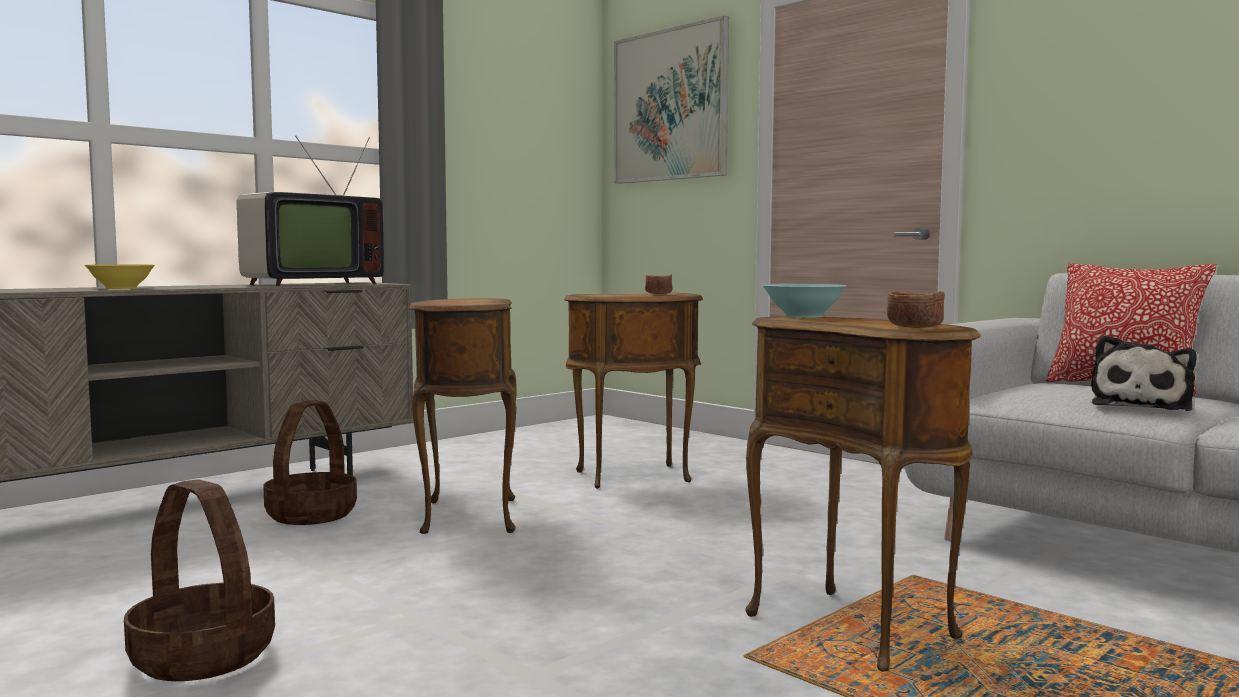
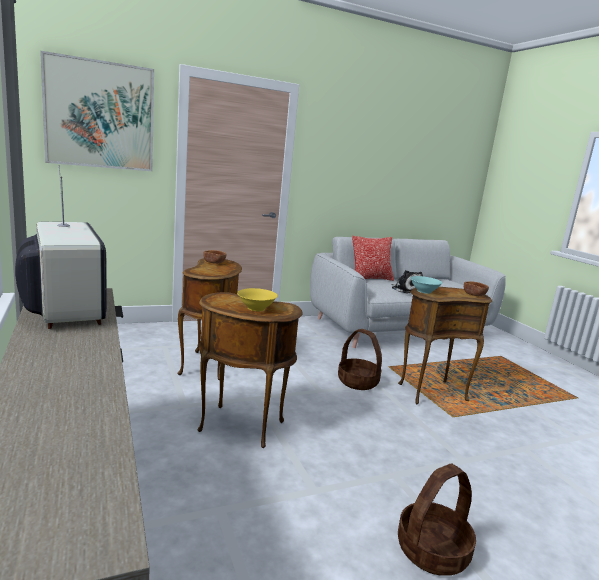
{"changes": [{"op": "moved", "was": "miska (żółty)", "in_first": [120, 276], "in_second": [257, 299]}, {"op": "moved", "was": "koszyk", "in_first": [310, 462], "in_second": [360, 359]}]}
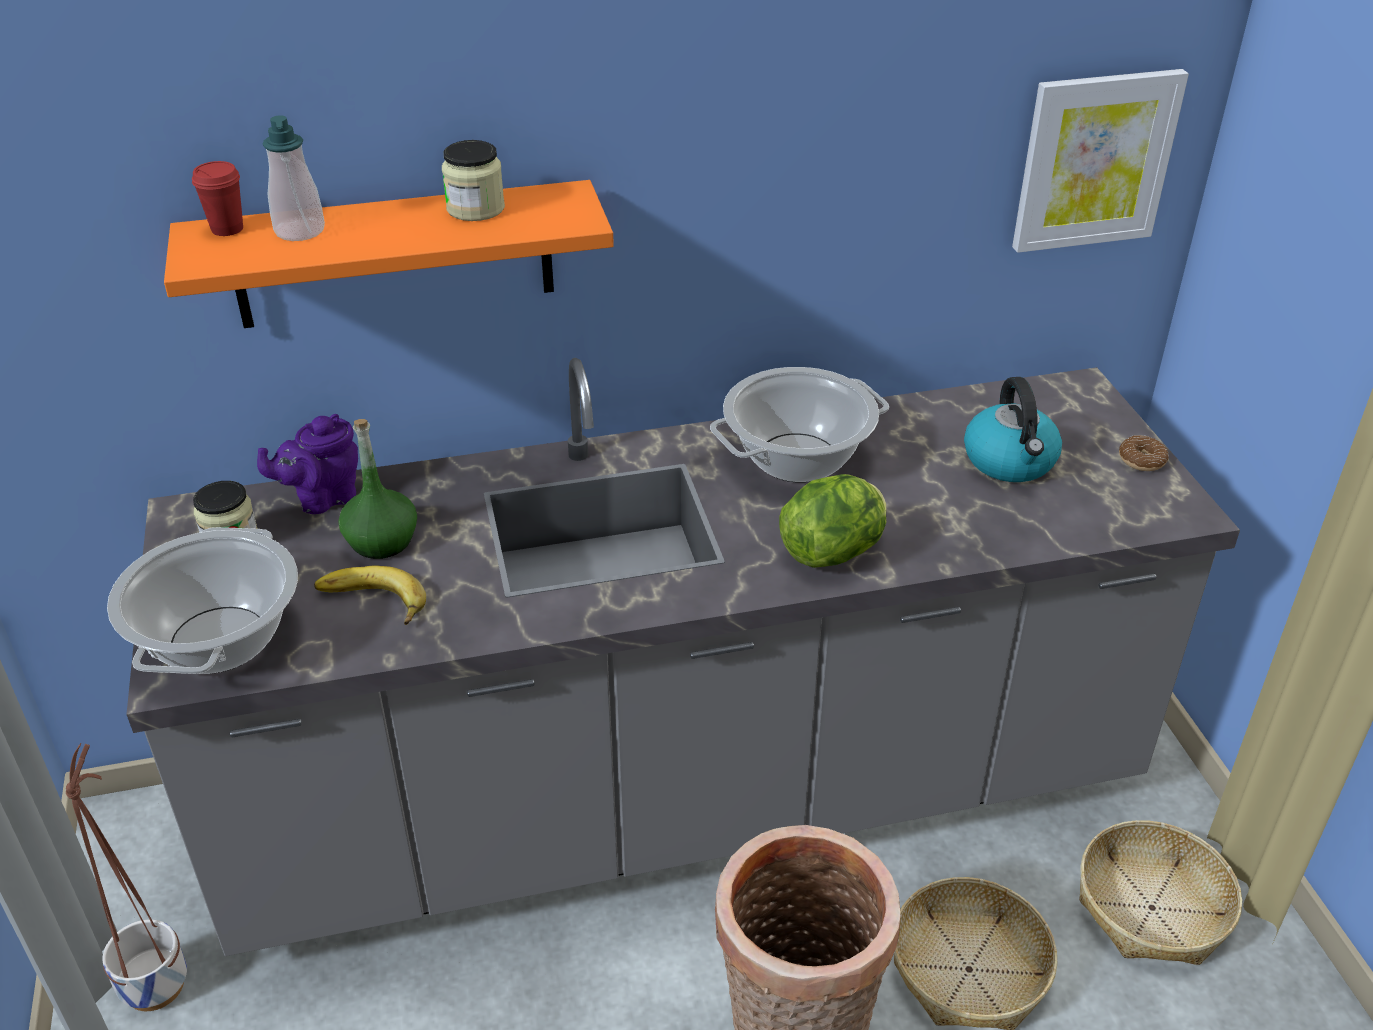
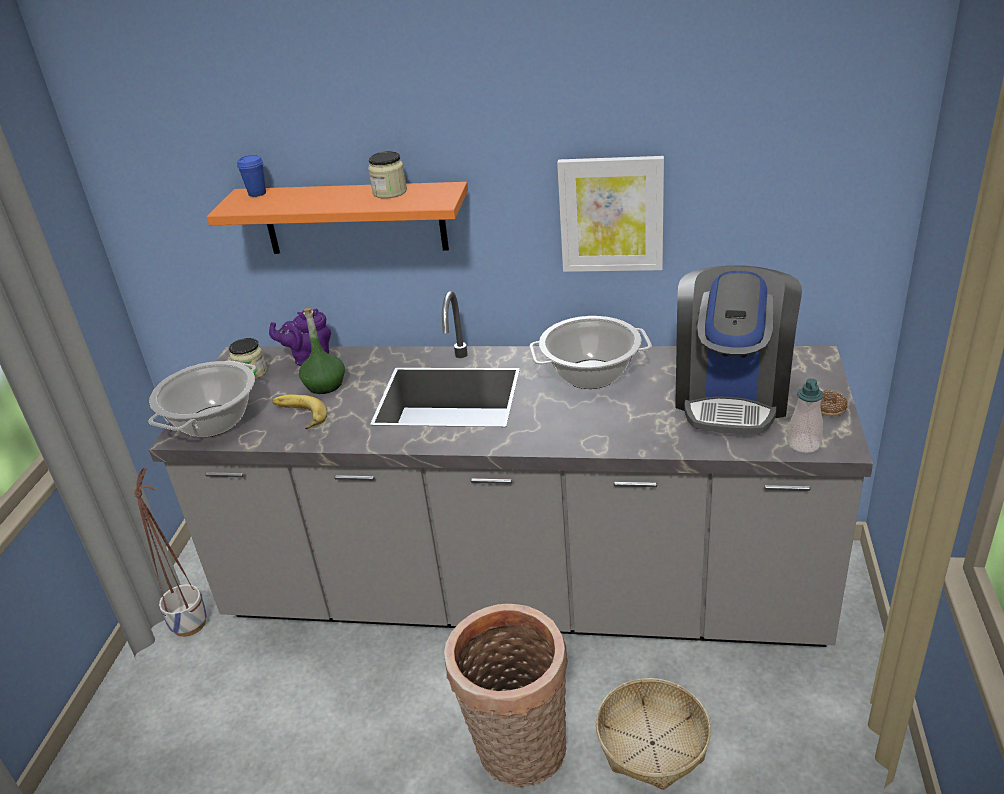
{"changes": [{"op": "recoloured", "was": "filiżanka (czerwony)", "now": "filiżanka (niebieski)", "in_first": [217, 198], "in_second": [251, 176]}, {"op": "moved", "was": "dozownik mydła", "in_first": [294, 178], "in_second": [805, 415]}, {"op": "removed", "was": "sałata", "in_first": [833, 521]}, {"op": "replaced", "was": "czajnik", "now": "ekspres do kawy", "in_first": [1013, 429], "in_second": [738, 349]}, {"op": "moved", "was": "obraz", "in_first": [1100, 161], "in_second": [610, 214]}, {"op": "removed", "was": "koszyk", "in_first": [1160, 892]}]}
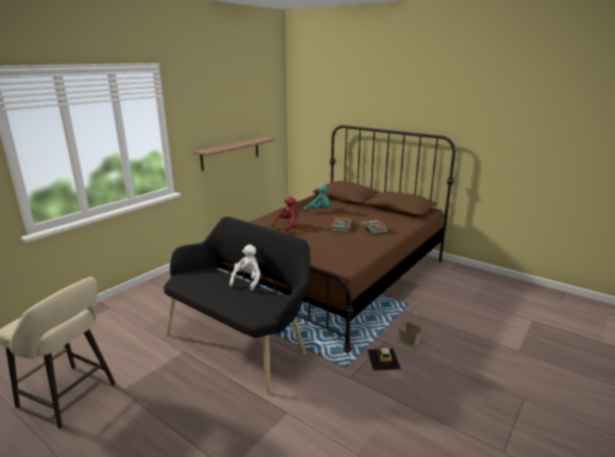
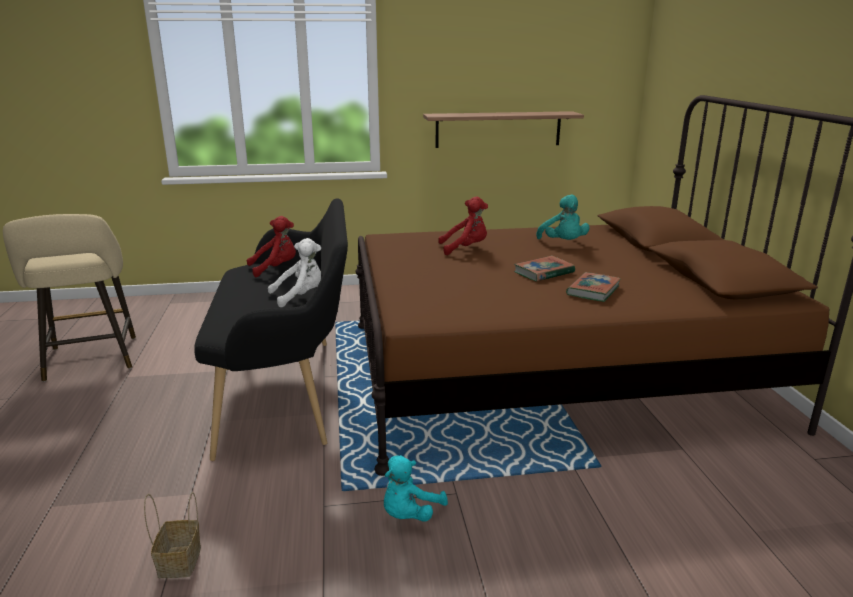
{"changes": [{"op": "replaced", "was": "samochodzik", "now": "pluszak (turkusowy)", "in_first": [384, 359], "in_second": [416, 488]}, {"op": "moved", "was": "koszyk", "in_first": [411, 326], "in_second": [172, 535]}, {"op": "added", "now": "pluszak (czerwony)", "in_second": [271, 246]}]}
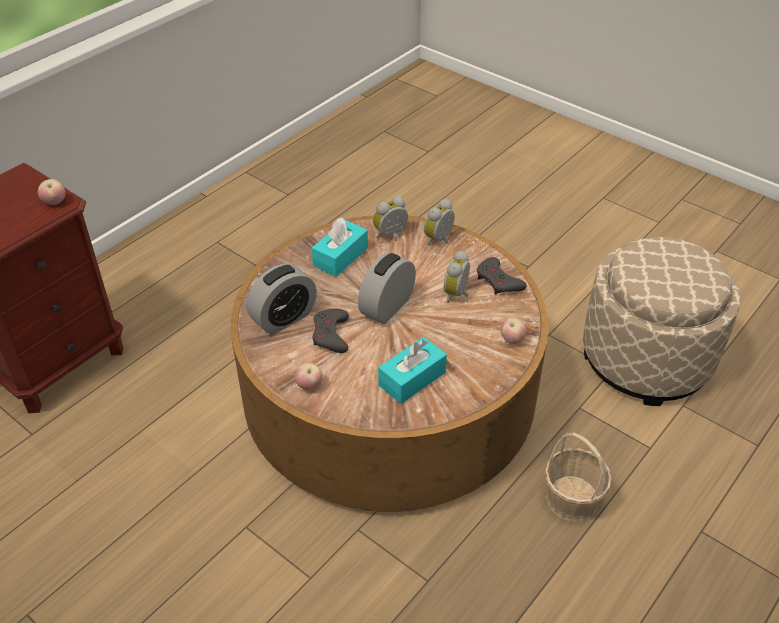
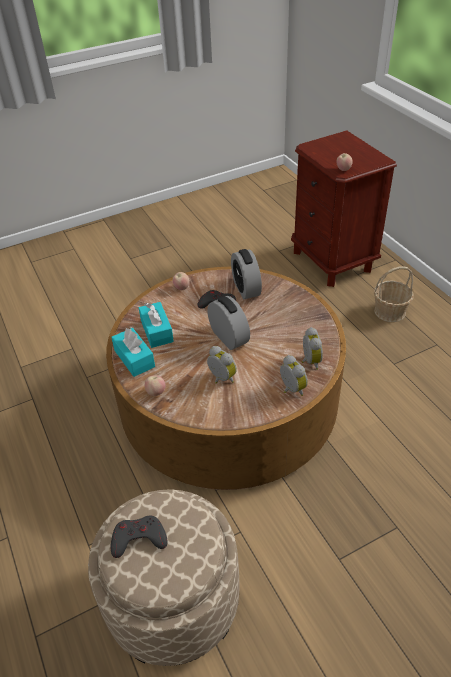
{"changes": [{"op": "moved", "was": "pudełko chusteczek (turkusowy)", "in_first": [340, 247], "in_second": [133, 352]}, {"op": "moved", "was": "pad do gier (szary)", "in_first": [502, 276], "in_second": [139, 536]}, {"op": "moved", "was": "koszyk", "in_first": [578, 477], "in_second": [394, 294]}]}
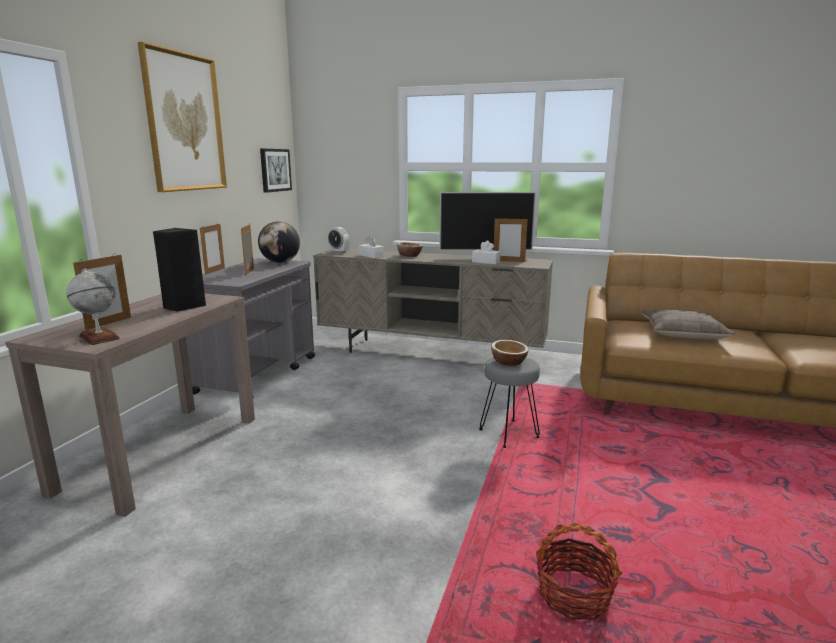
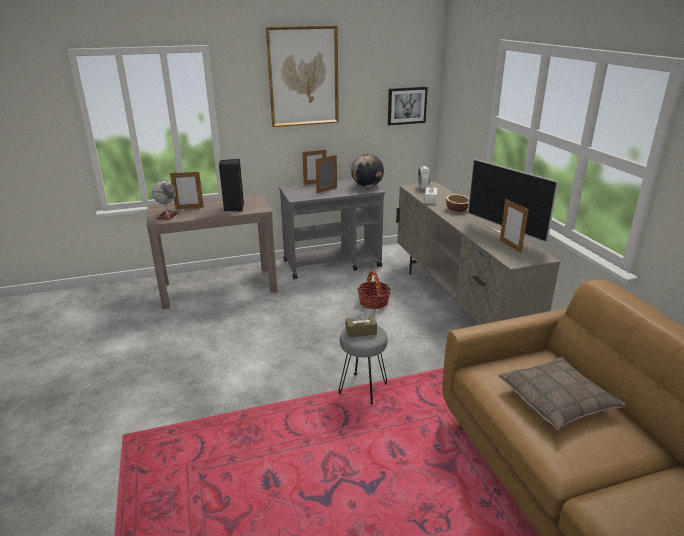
{"changes": [{"op": "removed", "was": "pudełko chusteczek (biały)", "in_first": [486, 252]}, {"op": "replaced", "was": "miska", "now": "pudełko chusteczek (brązowy)", "in_first": [510, 353], "in_second": [361, 324]}, {"op": "moved", "was": "koszyk", "in_first": [579, 571], "in_second": [374, 289]}]}
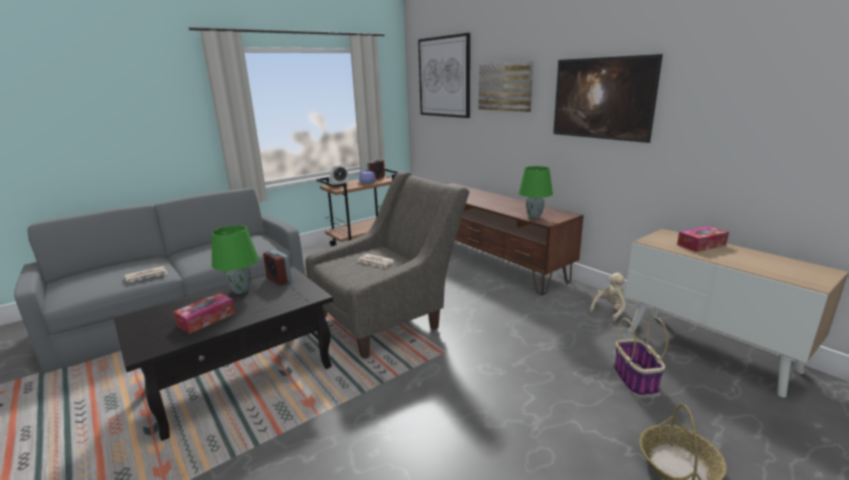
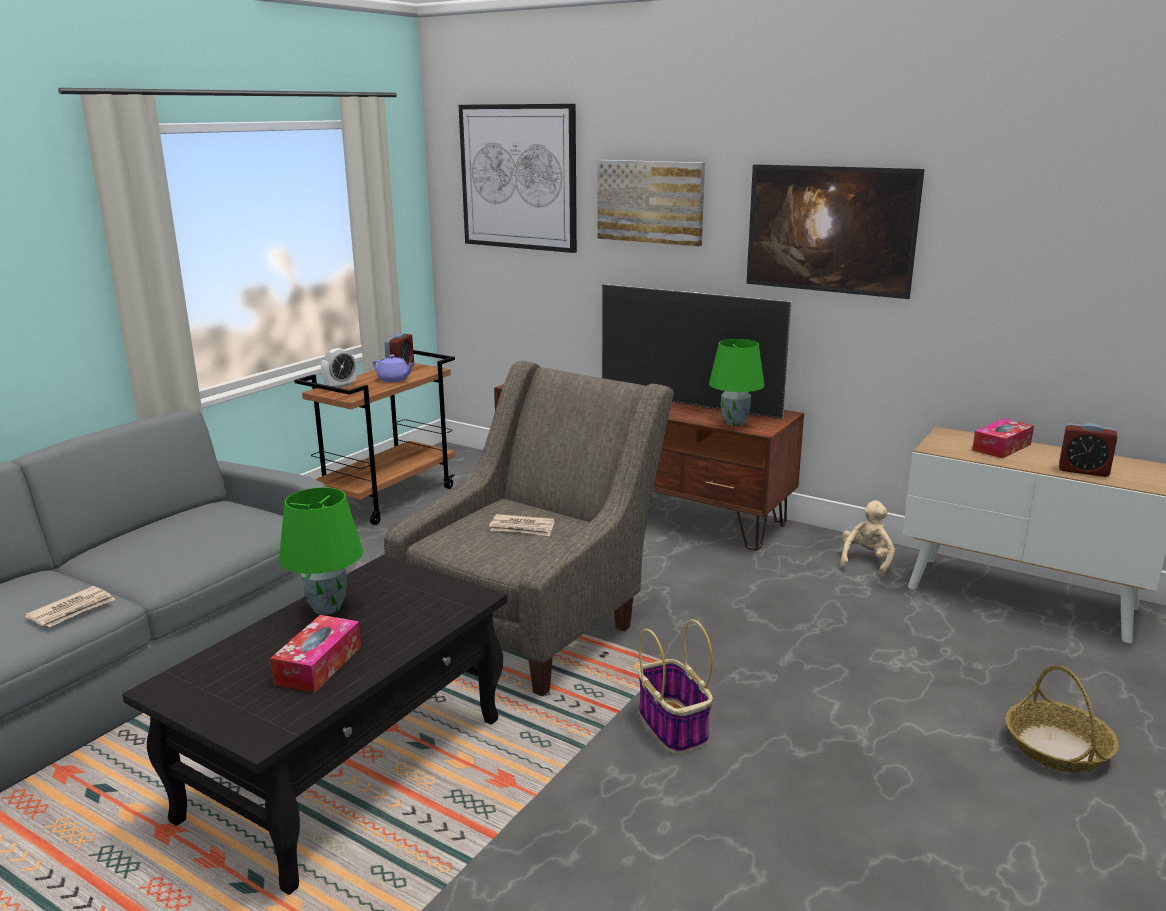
{"changes": [{"op": "moved", "was": "budzik", "in_first": [277, 267], "in_second": [1088, 450]}, {"op": "moved", "was": "koszyk", "in_first": [641, 357], "in_second": [675, 686]}, {"op": "added", "now": "telewizor", "in_second": [697, 351]}]}
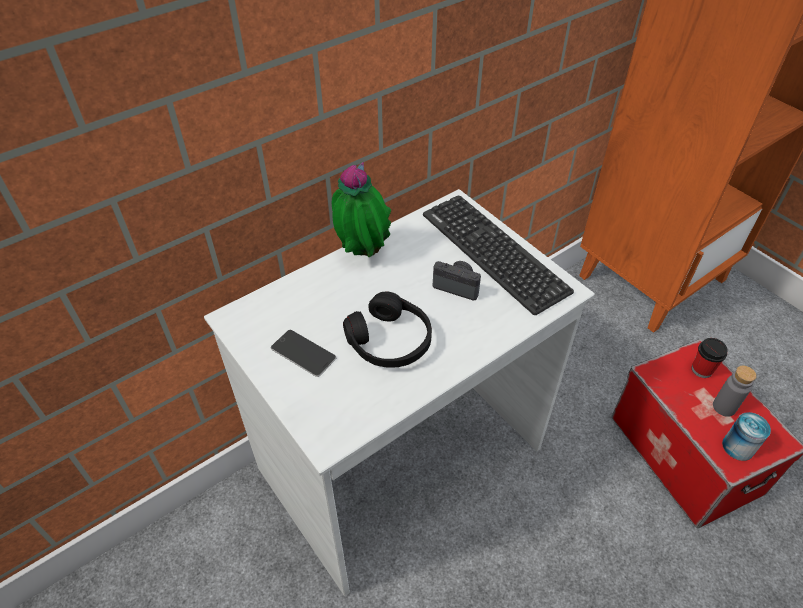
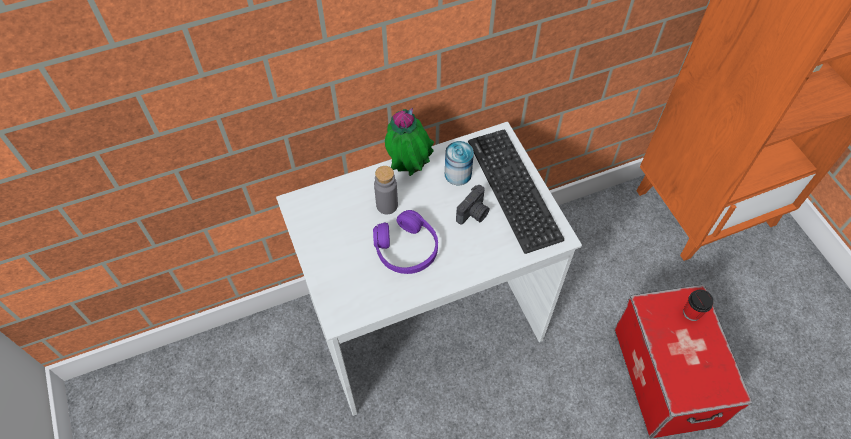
{"changes": [{"op": "removed", "was": "telefon", "in_first": [303, 353]}, {"op": "recoloured", "was": "słuchawki (czarny)", "now": "słuchawki (fioletowy)", "in_first": [387, 329], "in_second": [405, 242]}, {"op": "turned", "was": "aparat fotograficzny", "in_first": [457, 281], "in_second": [473, 205], "clockwise": 90}, {"op": "moved", "was": "butelka (szary)", "in_first": [735, 391], "in_second": [386, 190]}, {"op": "moved", "was": "puszka", "in_first": [746, 436], "in_second": [459, 163]}]}
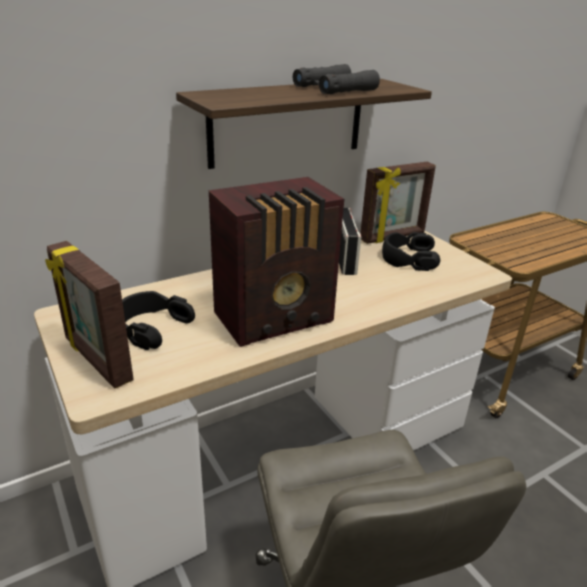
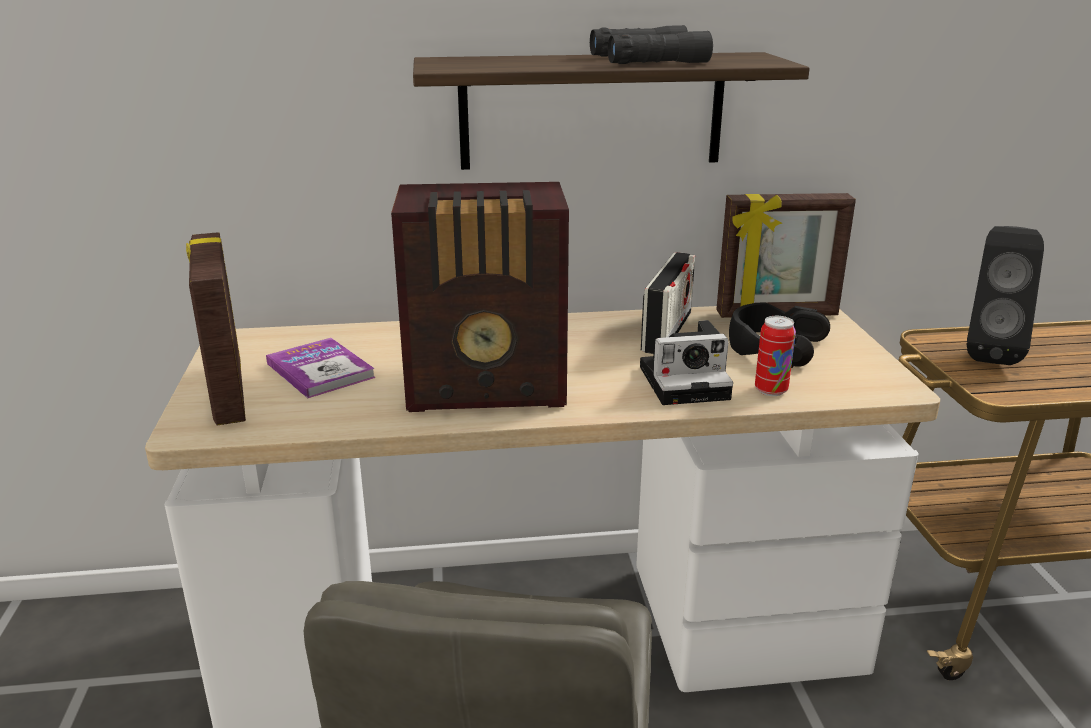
{"changes": [{"op": "replaced", "was": "słuchawki (czarny)", "now": "książka", "in_first": [158, 320], "in_second": [321, 368]}, {"op": "added", "now": "aparat fotograficzny", "in_second": [686, 362]}, {"op": "added", "now": "puszka", "in_second": [775, 356]}, {"op": "added", "now": "głośnik (czarny)", "in_second": [1005, 295]}]}
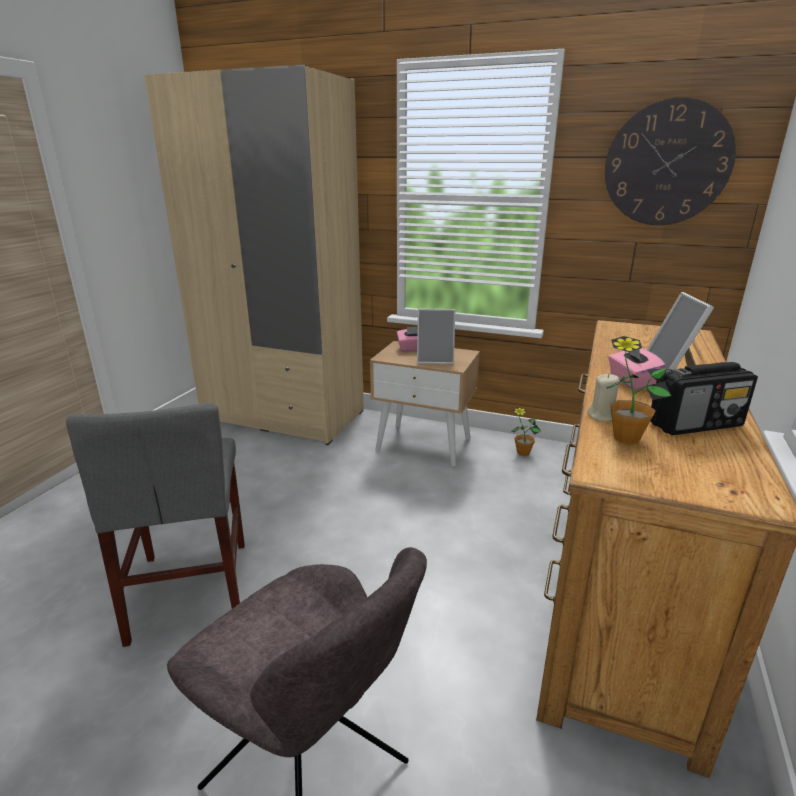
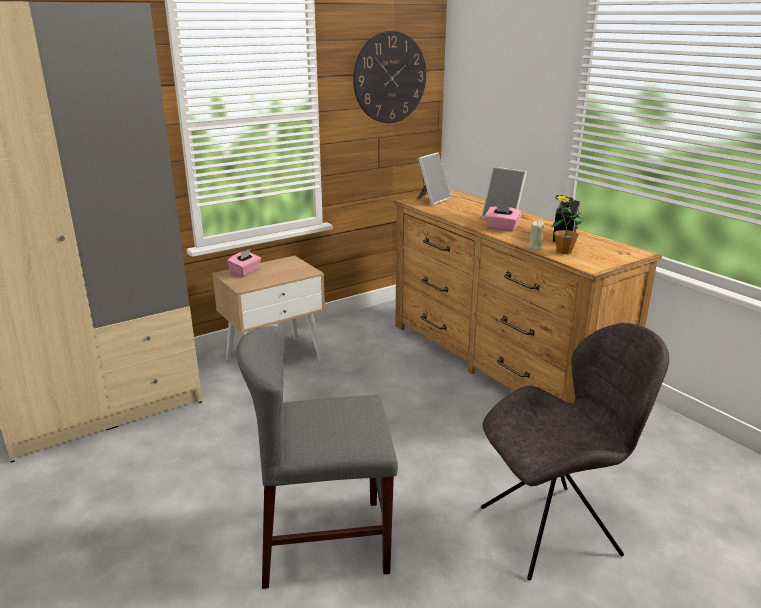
{"changes": [{"op": "turned", "was": "krzesło (szary)", "in_first": [155, 525], "in_second": [317, 457], "clockwise": 150}, {"op": "moved", "was": "ramka na zdjęcie", "in_first": [436, 336], "in_second": [433, 178]}, {"op": "removed", "was": "roślina doniczkowa", "in_first": [526, 431]}]}
